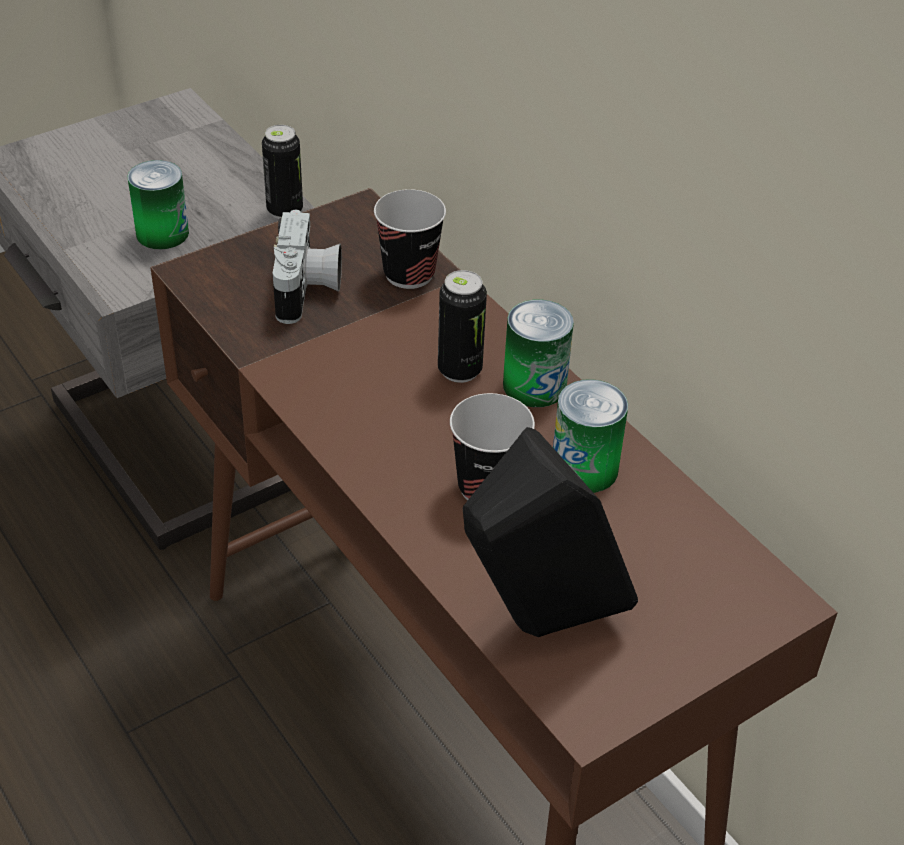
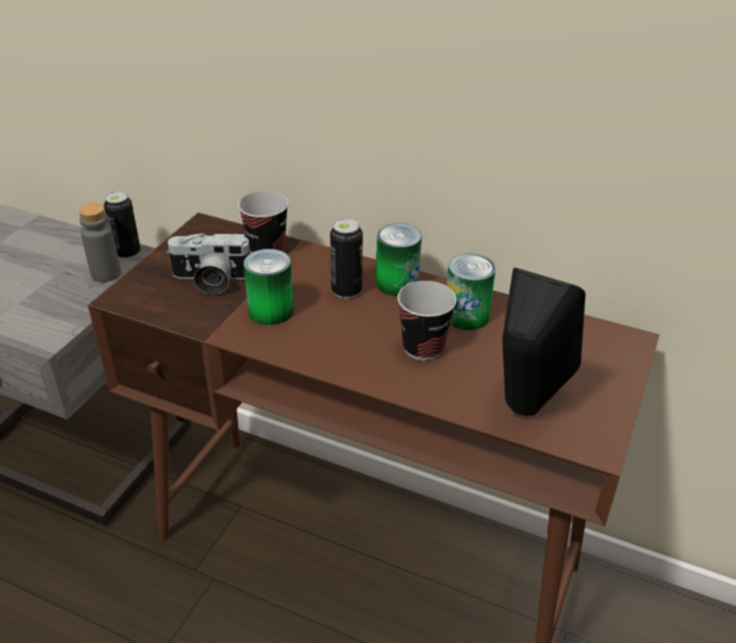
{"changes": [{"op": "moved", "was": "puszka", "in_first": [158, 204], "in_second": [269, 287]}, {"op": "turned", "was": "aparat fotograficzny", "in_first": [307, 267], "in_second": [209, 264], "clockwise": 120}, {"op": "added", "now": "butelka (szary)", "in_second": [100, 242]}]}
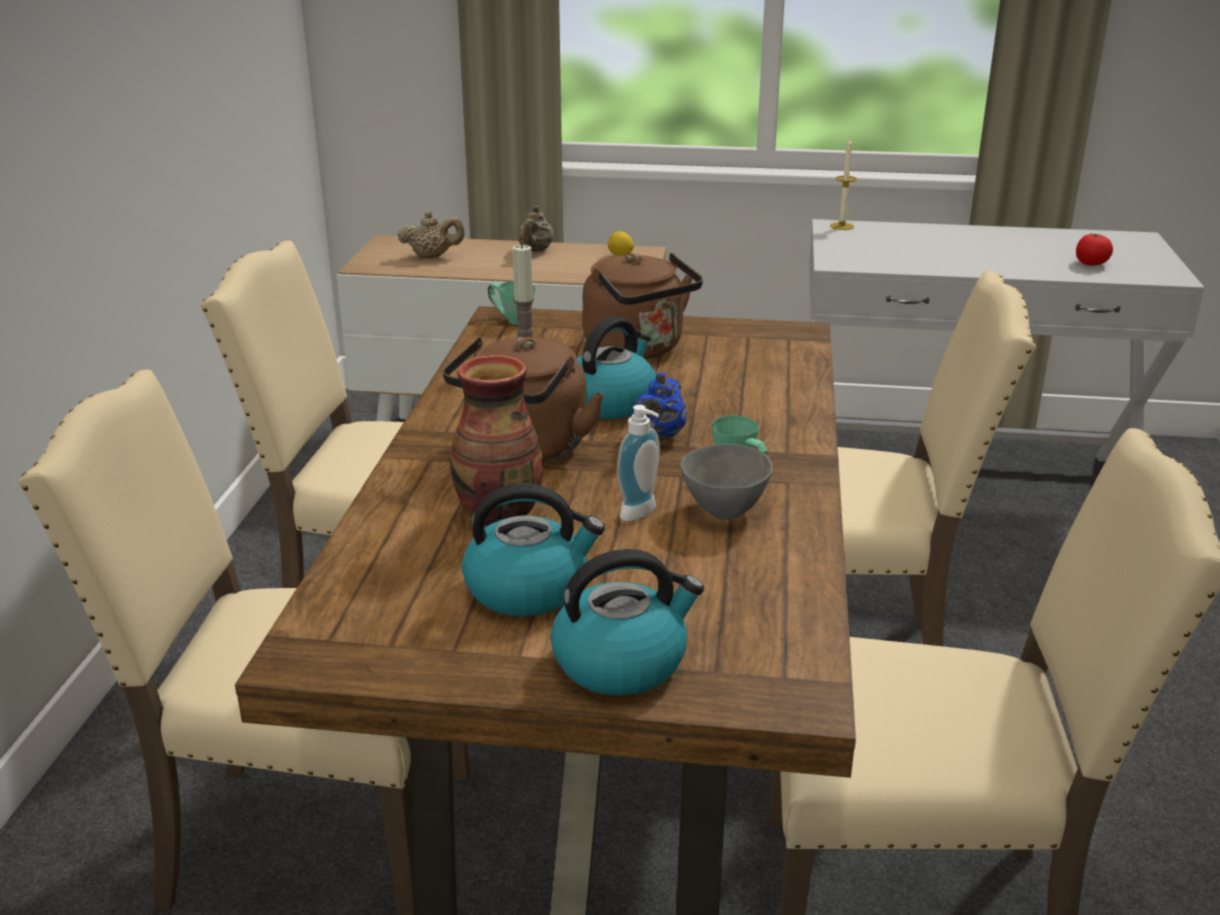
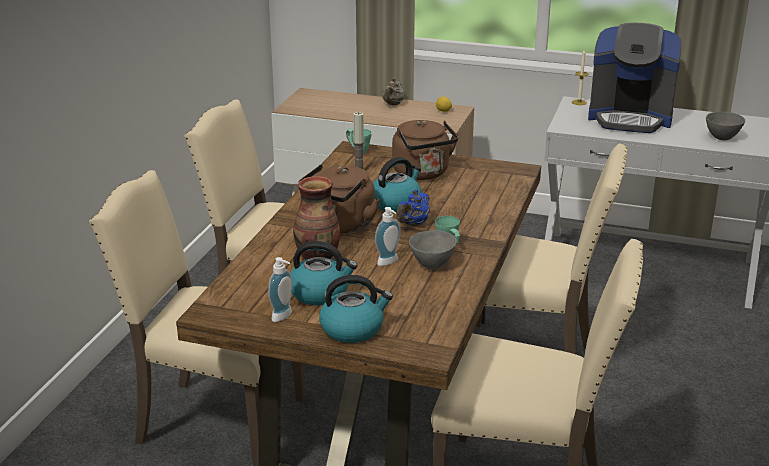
{"changes": [{"op": "removed", "was": "imbryk (beżowy)", "in_first": [431, 234]}, {"op": "replaced", "was": "pomidor", "now": "miska (szary)", "in_first": [1094, 249], "in_second": [725, 126]}, {"op": "added", "now": "dozownik mydła", "in_second": [280, 289]}, {"op": "added", "now": "ekspres do kawy", "in_second": [635, 78]}]}
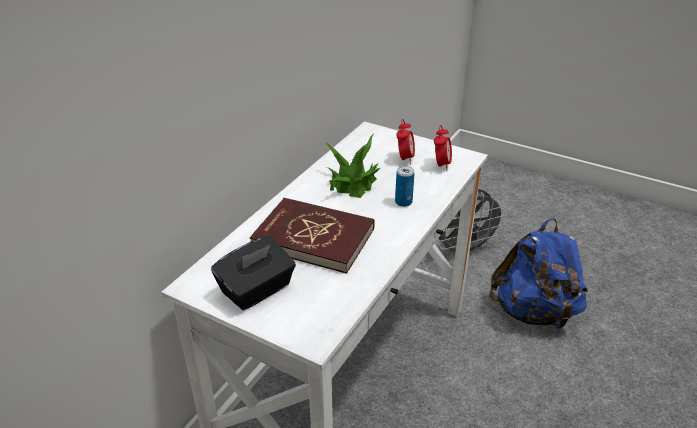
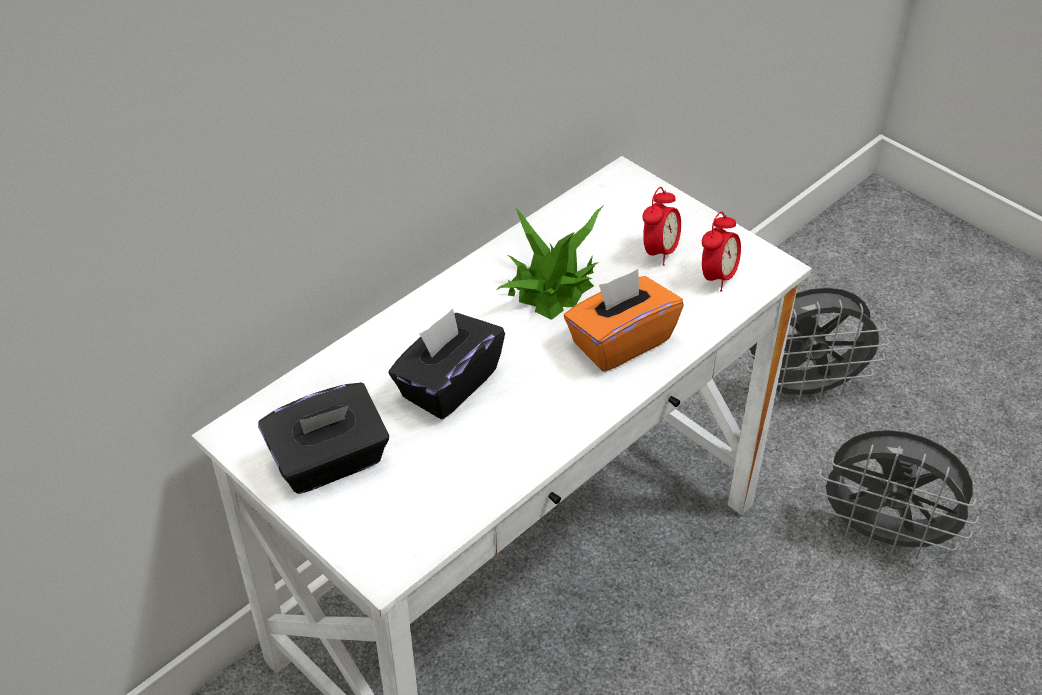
{"changes": [{"op": "replaced", "was": "książka (czerwony)", "now": "pudełko chusteczek (czarny)", "in_first": [312, 236], "in_second": [446, 364]}, {"op": "replaced", "was": "puszka", "now": "pudełko chusteczek (pomarańczowy)", "in_first": [405, 186], "in_second": [624, 320]}, {"op": "replaced", "was": "plecak (niebieski)", "now": "wentylator (szary)", "in_first": [538, 273], "in_second": [897, 494]}]}
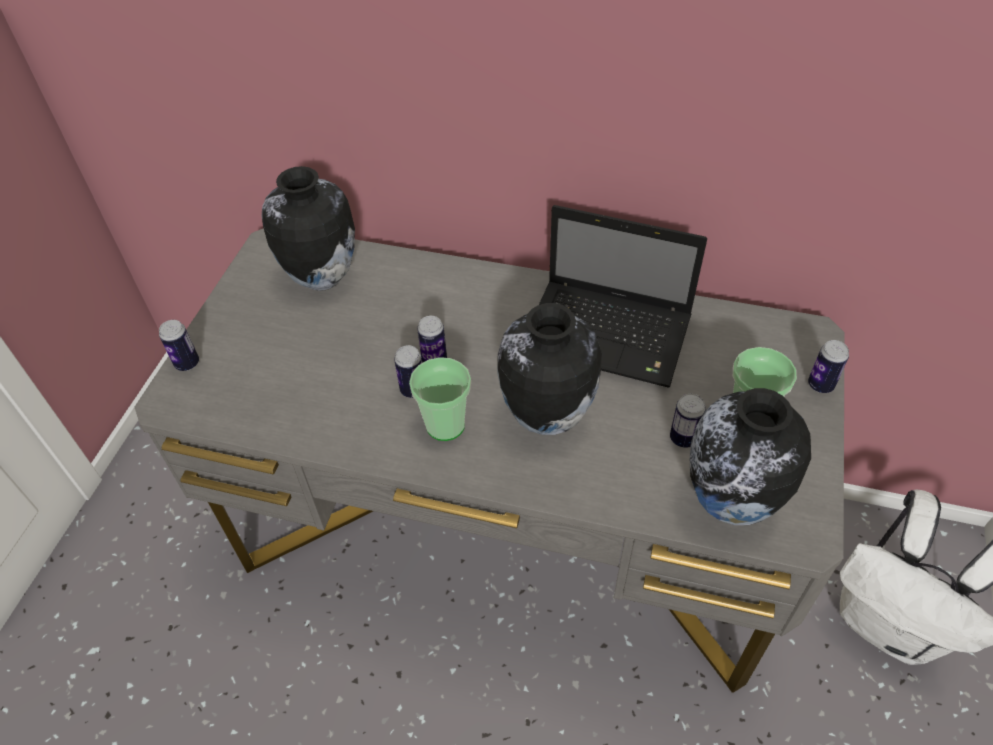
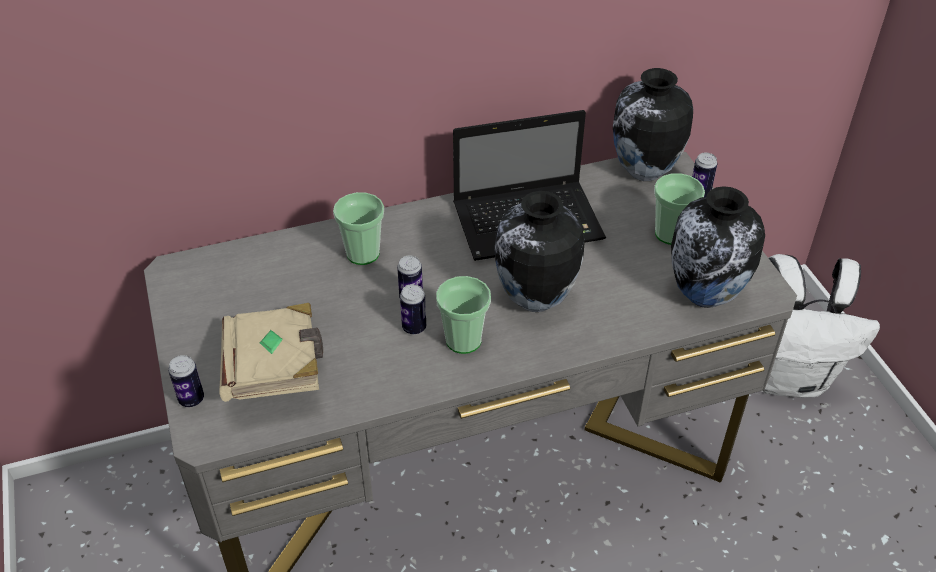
{"changes": [{"op": "moved", "was": "wazon", "in_first": [308, 228], "in_second": [653, 124]}, {"op": "removed", "was": "puszka", "in_first": [688, 421]}, {"op": "added", "now": "książka (beżowy)", "in_second": [271, 352]}, {"op": "added", "now": "filiżanka", "in_second": [358, 228]}]}
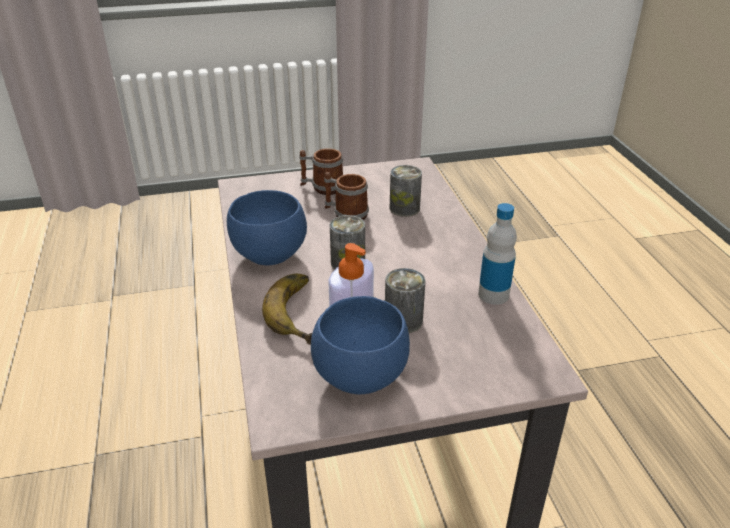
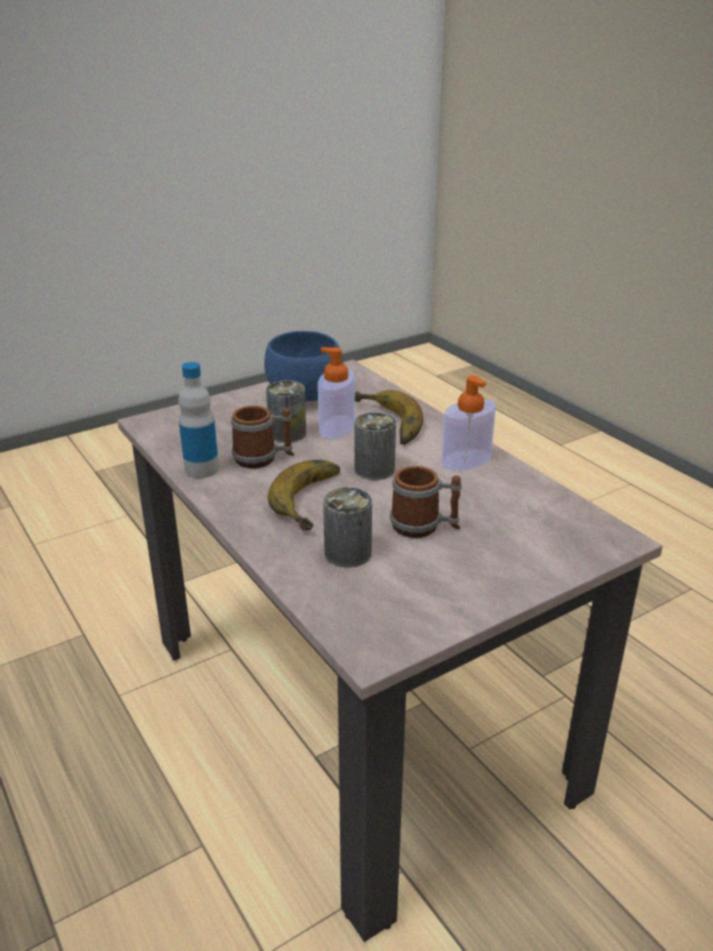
{"changes": [{"op": "replaced", "was": "miska (niebieski)", "now": "dozownik mydła", "in_first": [267, 228], "in_second": [469, 423]}, {"op": "moved", "was": "kubek", "in_first": [321, 171], "in_second": [262, 437]}, {"op": "added", "now": "banan", "in_second": [304, 495]}]}
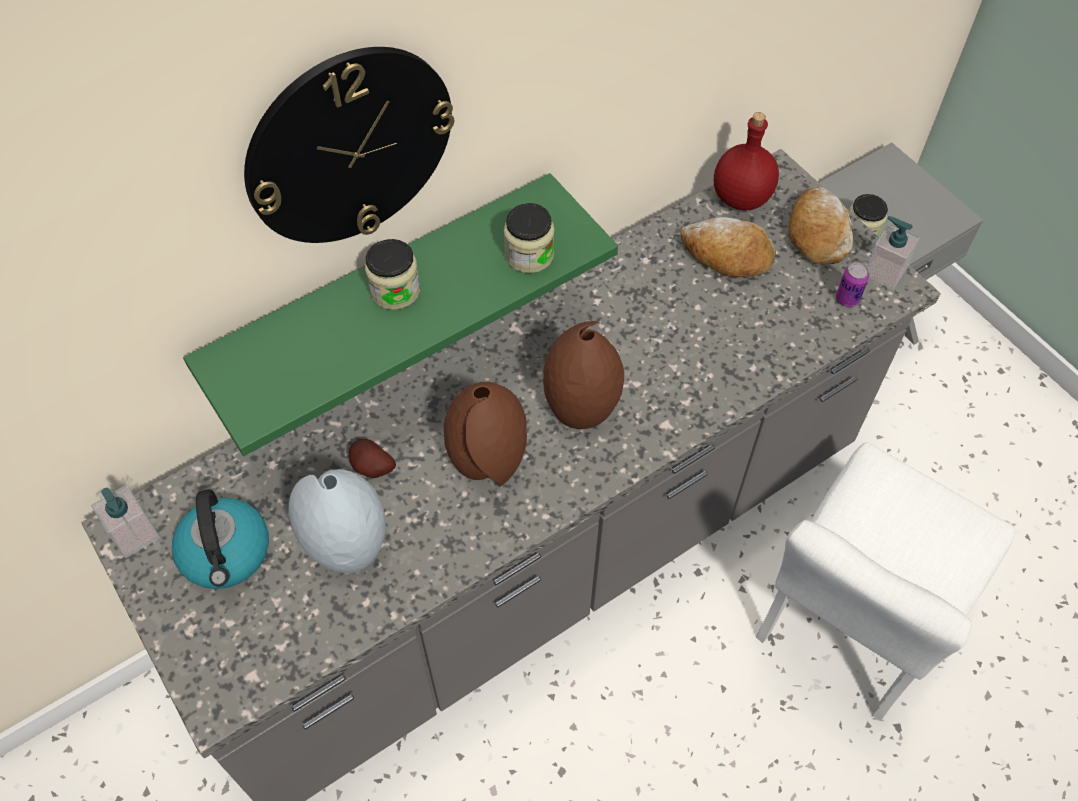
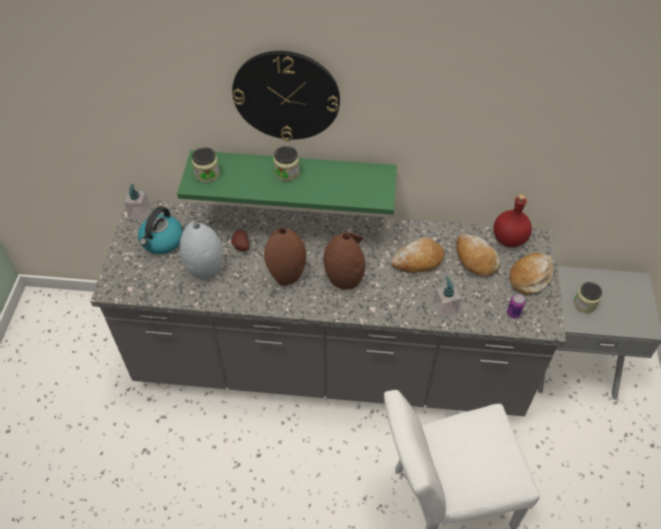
{"changes": [{"op": "moved", "was": "słoik", "in_first": [529, 238], "in_second": [206, 165]}, {"op": "moved", "was": "dozownik mydła", "in_first": [893, 253], "in_second": [447, 297]}, {"op": "added", "now": "chleb", "in_second": [418, 255]}]}
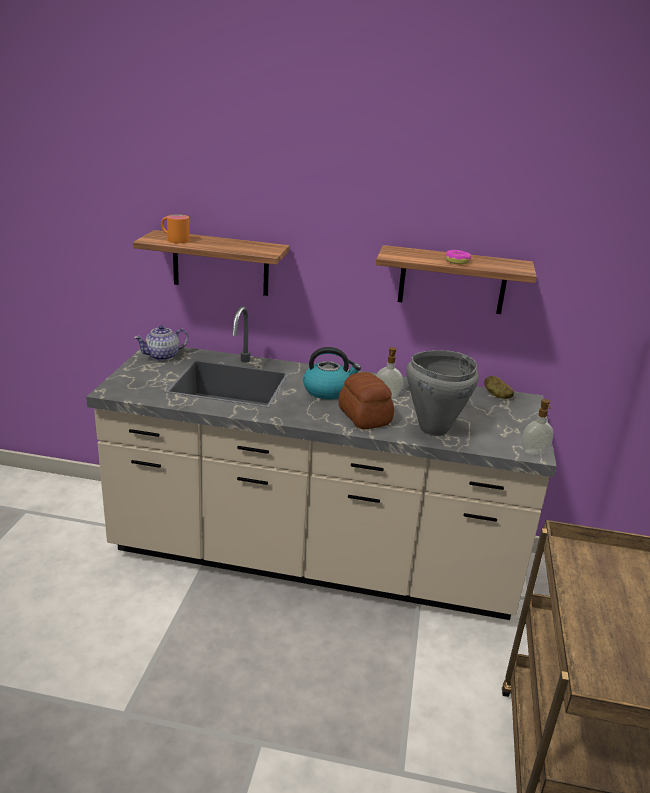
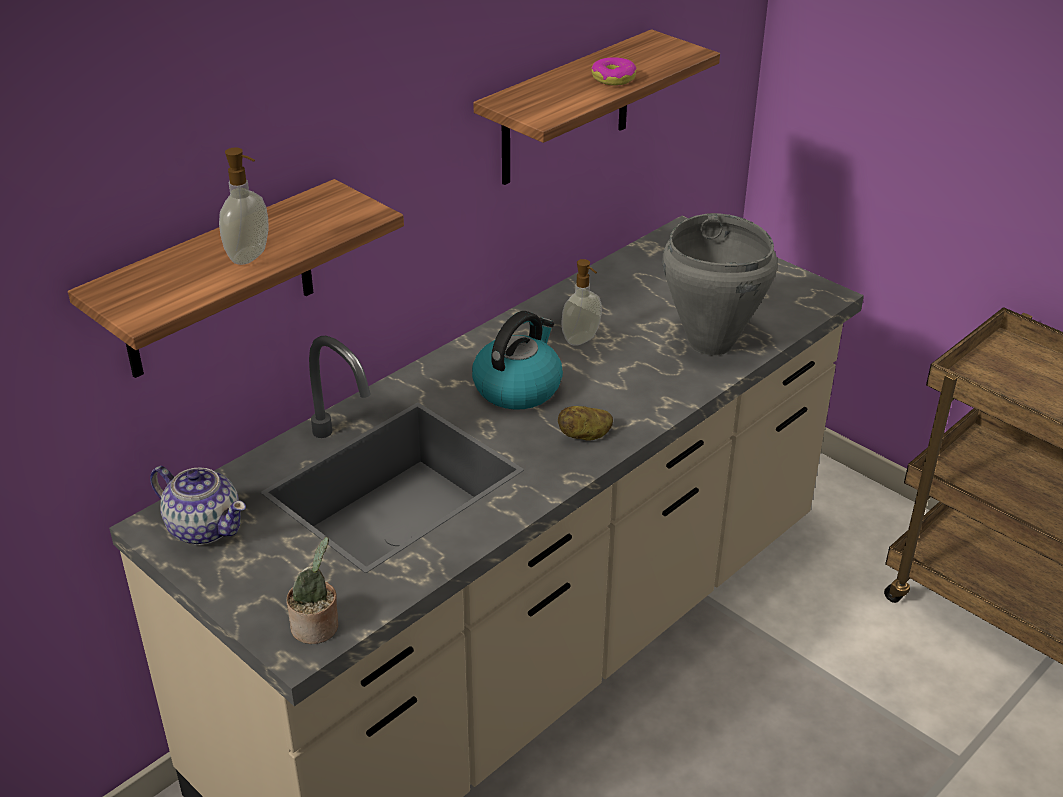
{"changes": [{"op": "turned", "was": "imbryk", "in_first": [161, 343], "in_second": [198, 505], "clockwise": -60}, {"op": "removed", "was": "kubek (pomarańczowy)", "in_first": [175, 228]}, {"op": "removed", "was": "chleb", "in_first": [366, 400]}, {"op": "moved", "was": "ziemniak", "in_first": [499, 387], "in_second": [585, 423]}, {"op": "moved", "was": "dozownik mydła", "in_first": [538, 427], "in_second": [244, 206]}, {"op": "added", "now": "roślina doniczkowa", "in_second": [312, 590]}]}
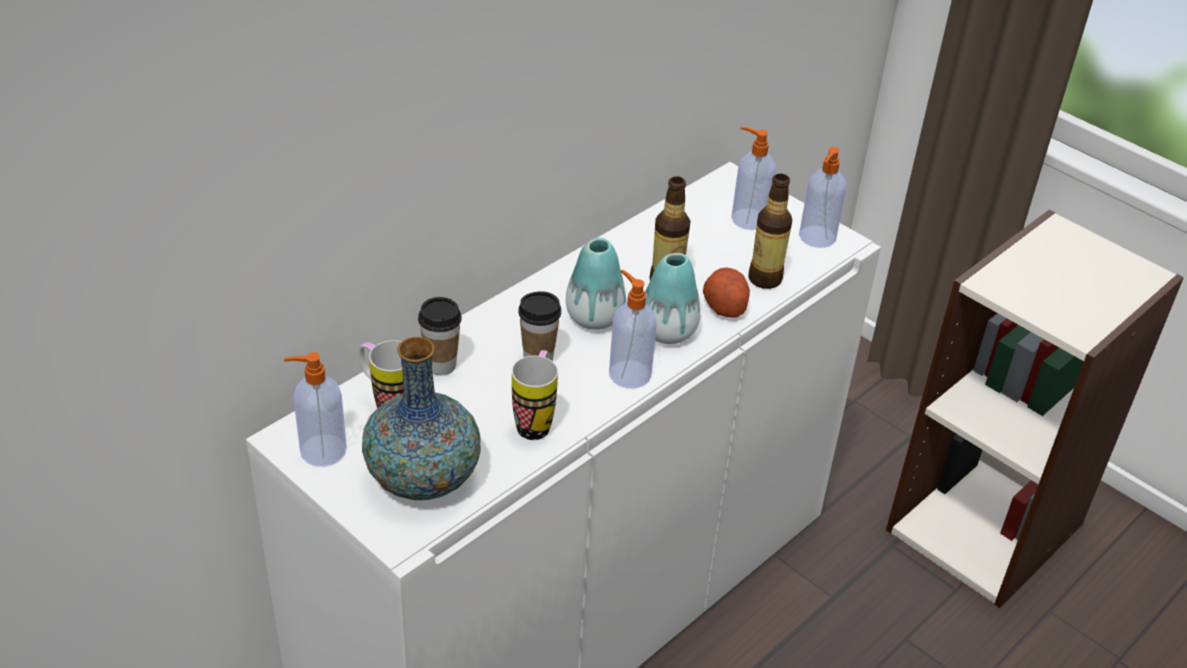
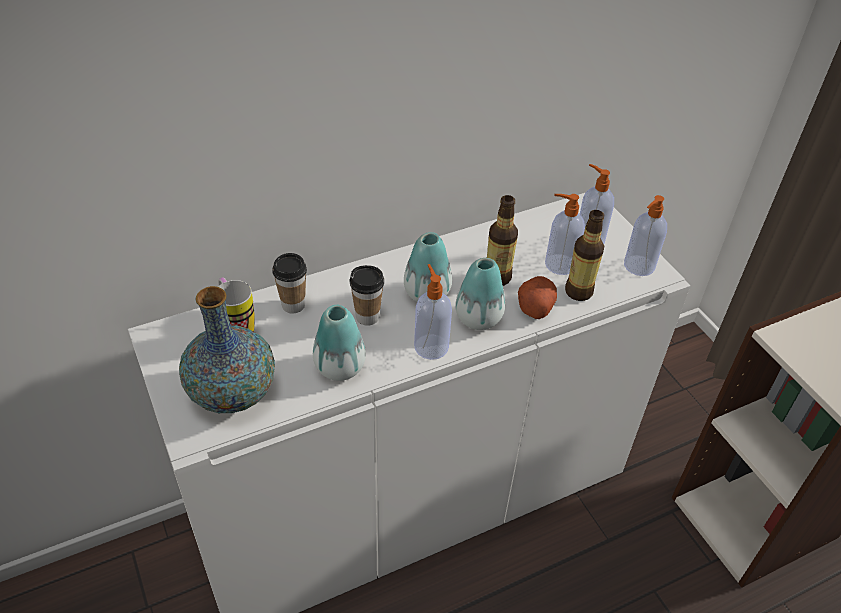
{"changes": [{"op": "moved", "was": "dozownik mydła", "in_first": [315, 409], "in_second": [565, 234]}, {"op": "replaced", "was": "kubek", "now": "wazon", "in_first": [535, 395], "in_second": [339, 343]}]}
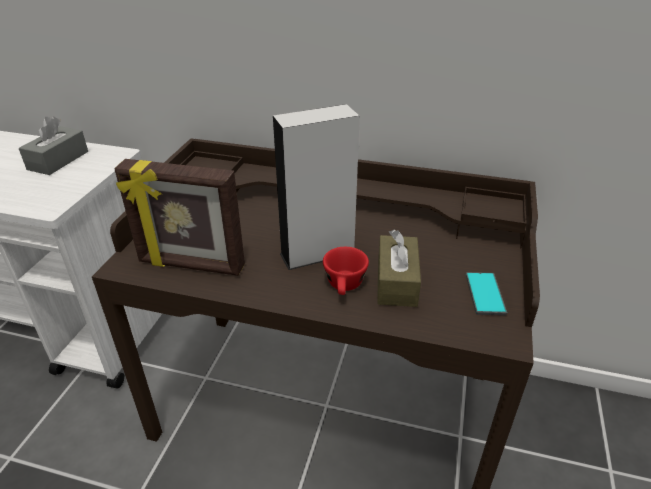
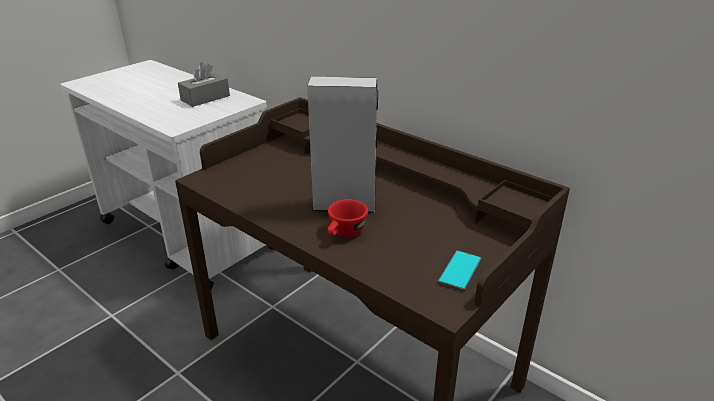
{"changes": [{"op": "removed", "was": "ramka na zdjęcie", "in_first": [179, 217]}, {"op": "removed", "was": "pudełko chusteczek (brązowy)", "in_first": [399, 268]}]}
